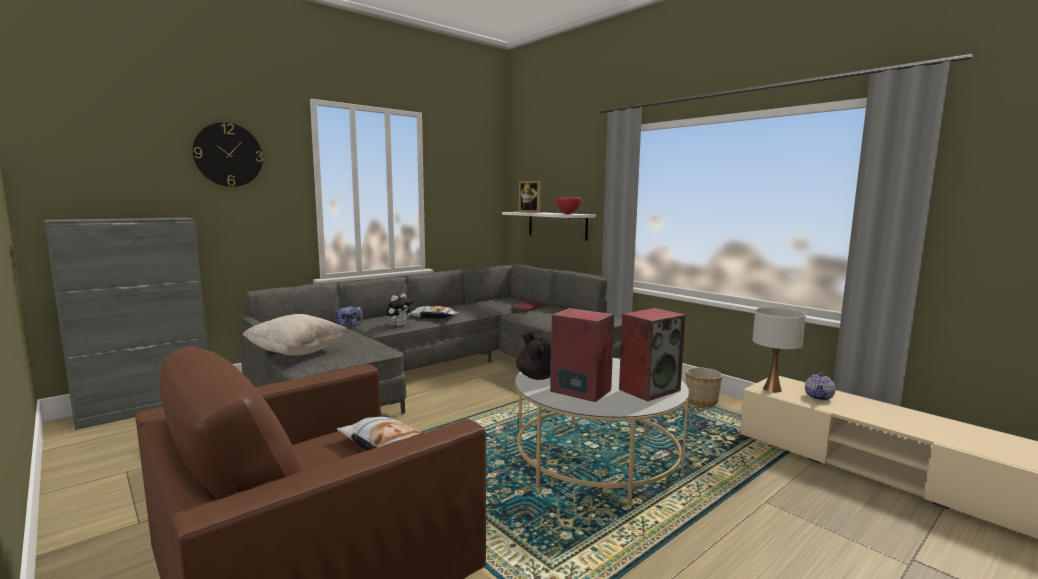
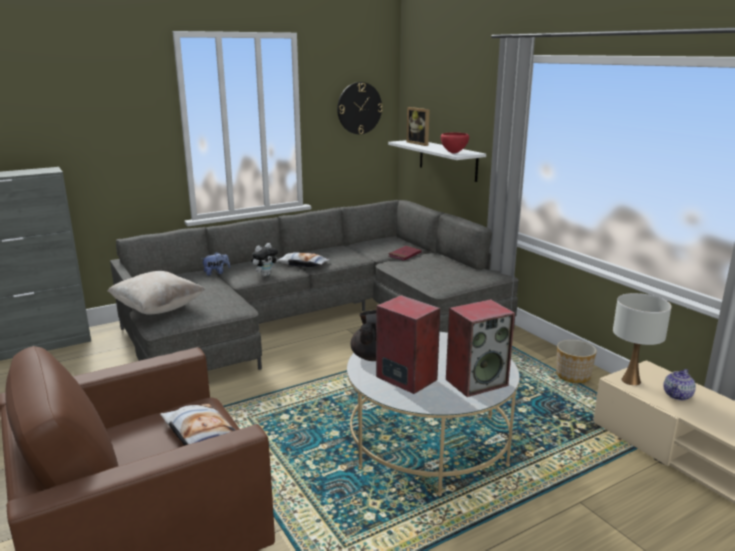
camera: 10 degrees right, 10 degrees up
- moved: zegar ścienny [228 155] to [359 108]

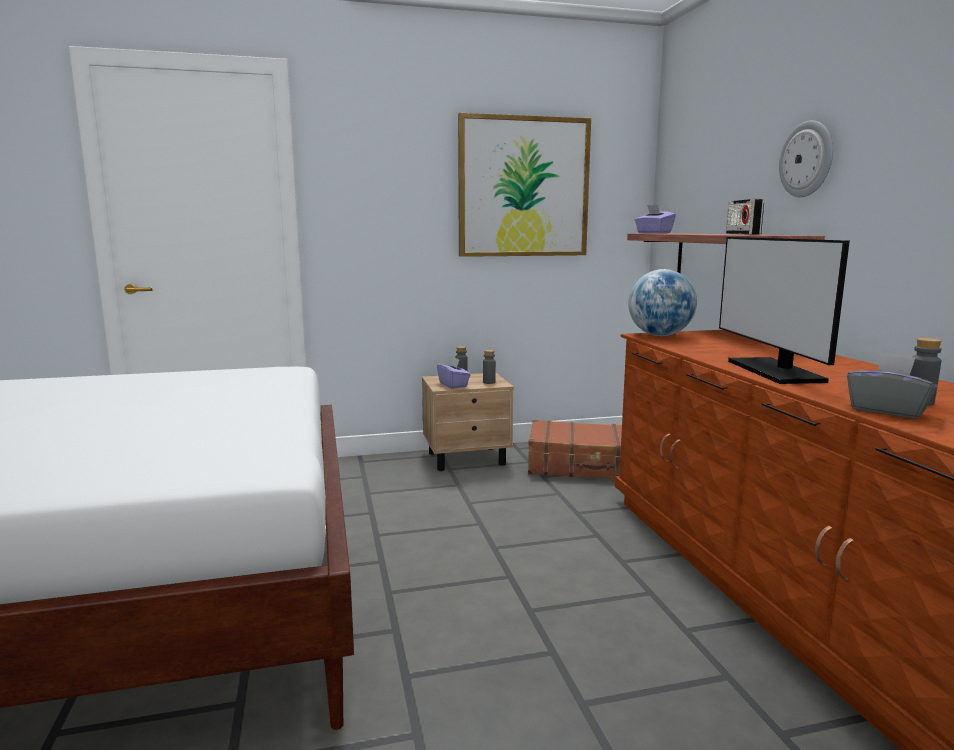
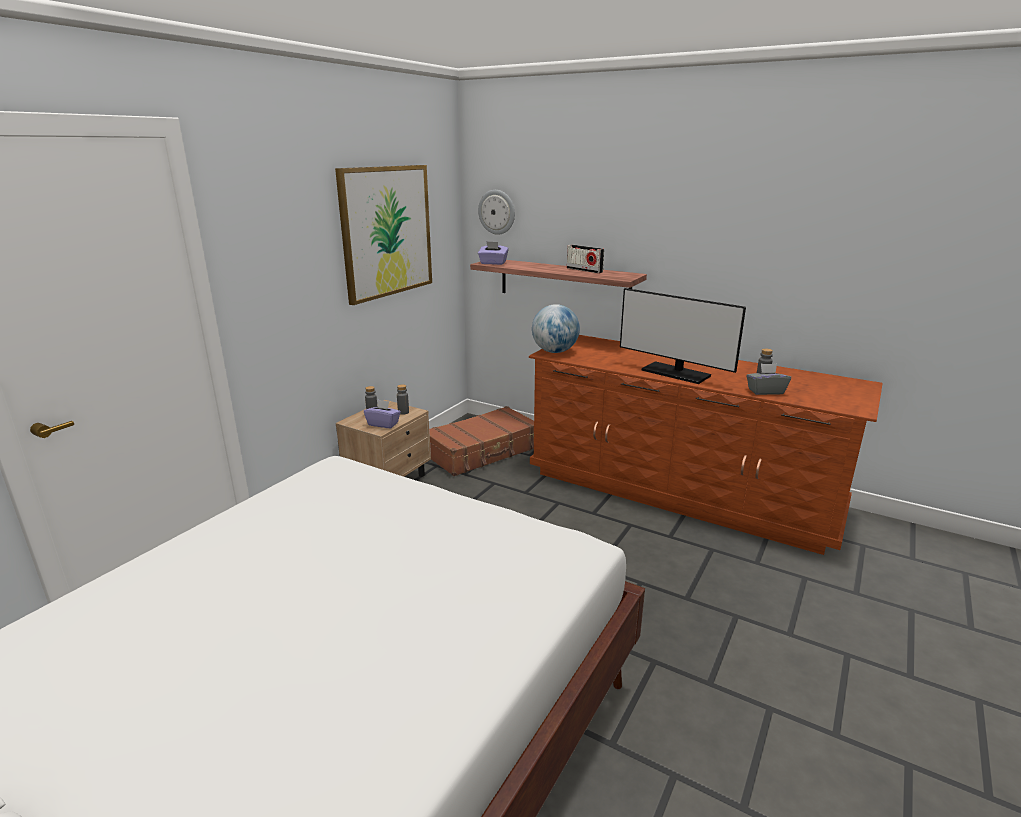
camera: 45 degrees left, 10 degrees up
- moved: zegar ścienny [807 159] to [497 212]

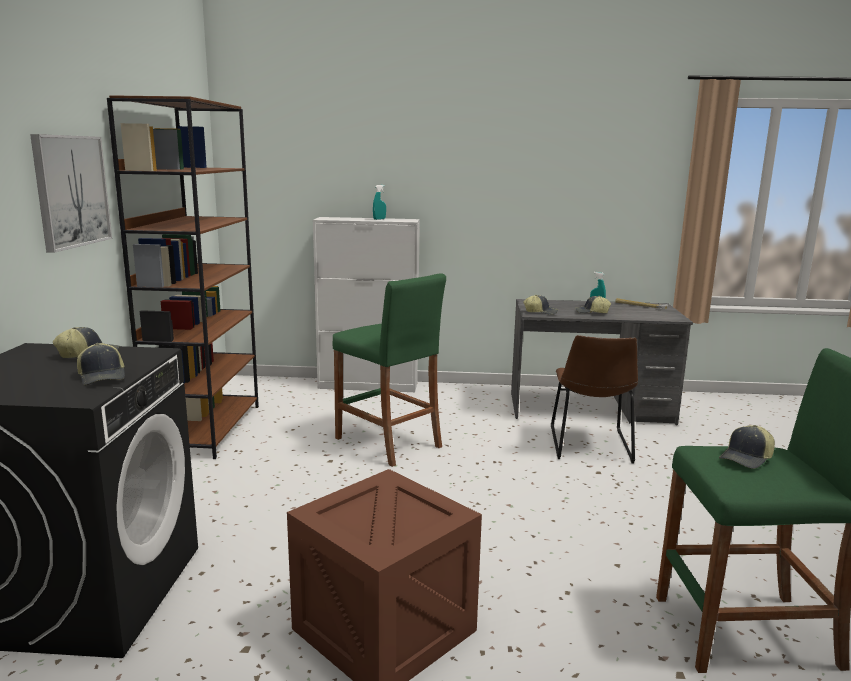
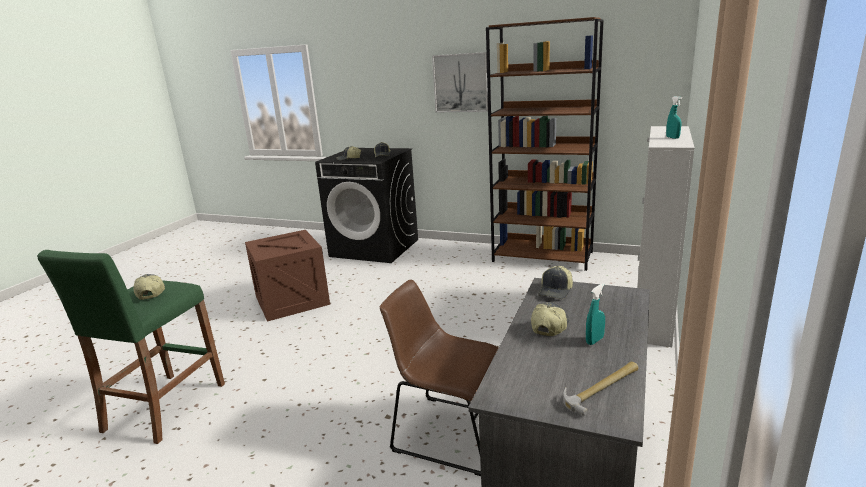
camera: 110 degrees right, 5 degrees up
- removed: stołek (zielony) [388 443]

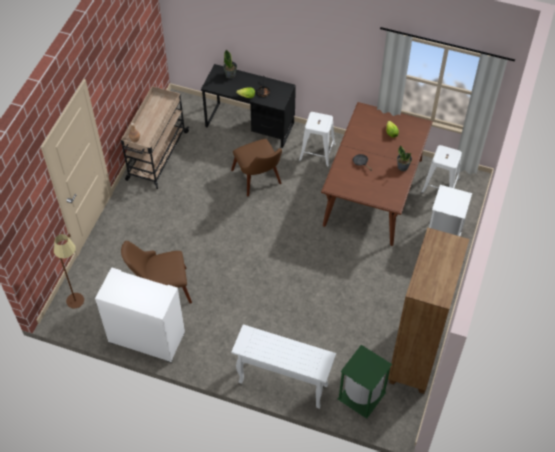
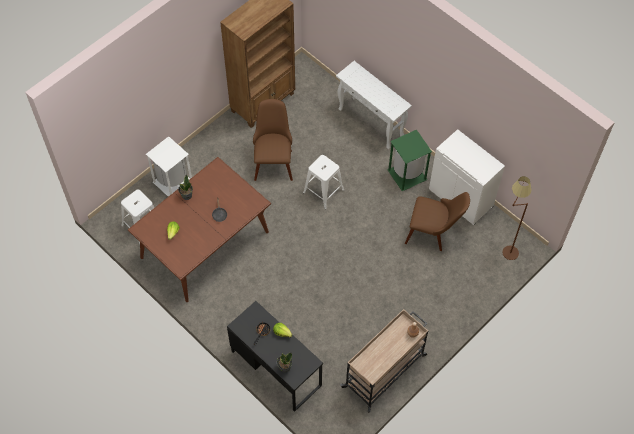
camera: 155 degrees left, 5 degrees up
- moved: krzesło (brązowy) [259 181] to [273 159]
- moved: stołek (biały) [317 152] to [323 191]
- moved: kosz na śmieci (zielony) [361 395] to [407 175]

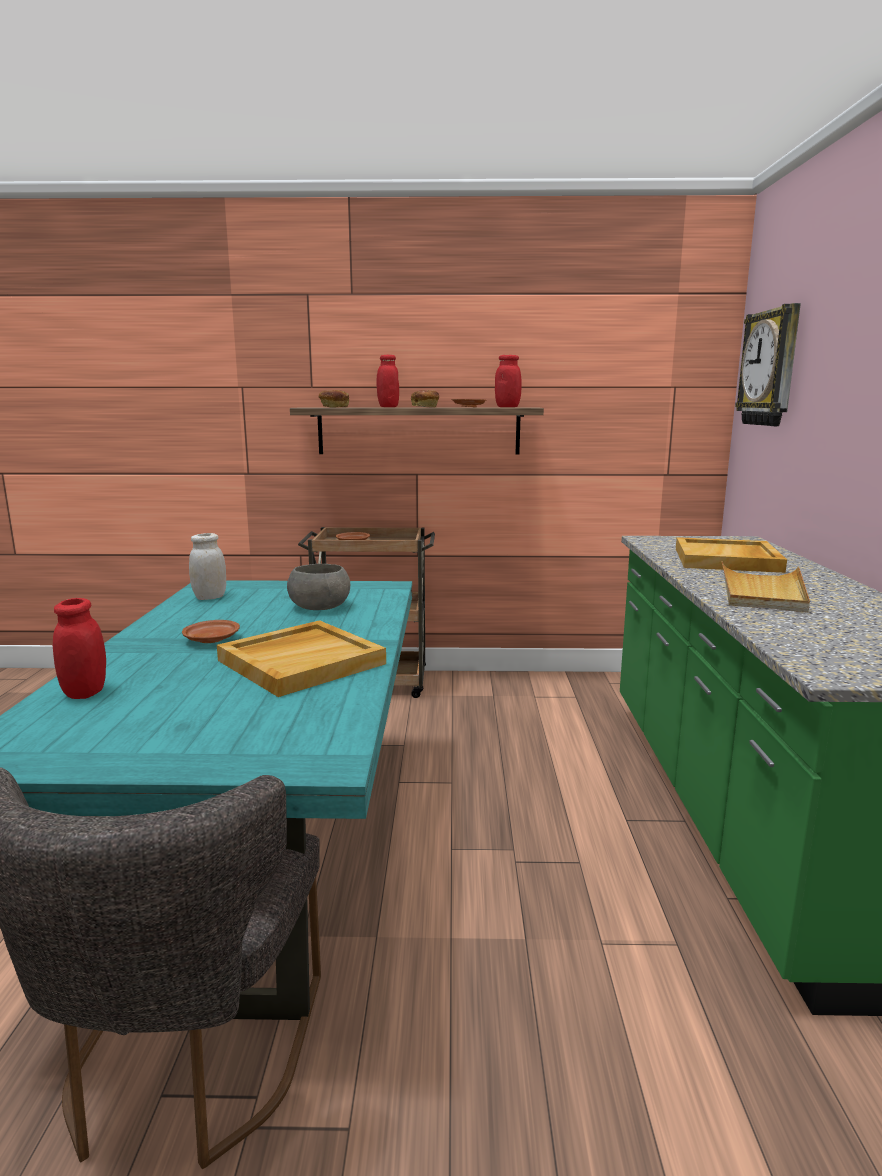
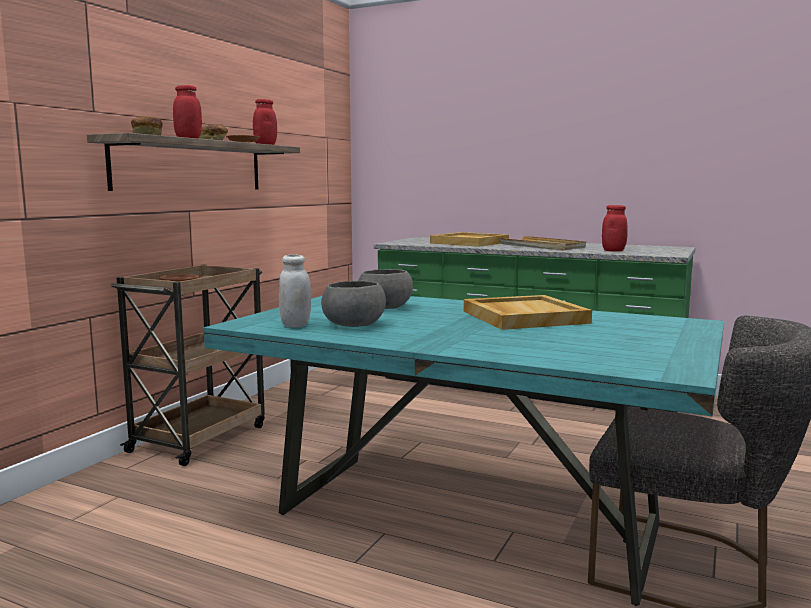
camera: 65 degrees left, 5 degrees down
- moved: słoik (czerwony) [85 692] to [613 251]
- removed: talerz (brązowy) [212 639]
- removed: zegar ścienny [771 368]
- added: miska (szary) [353 325]

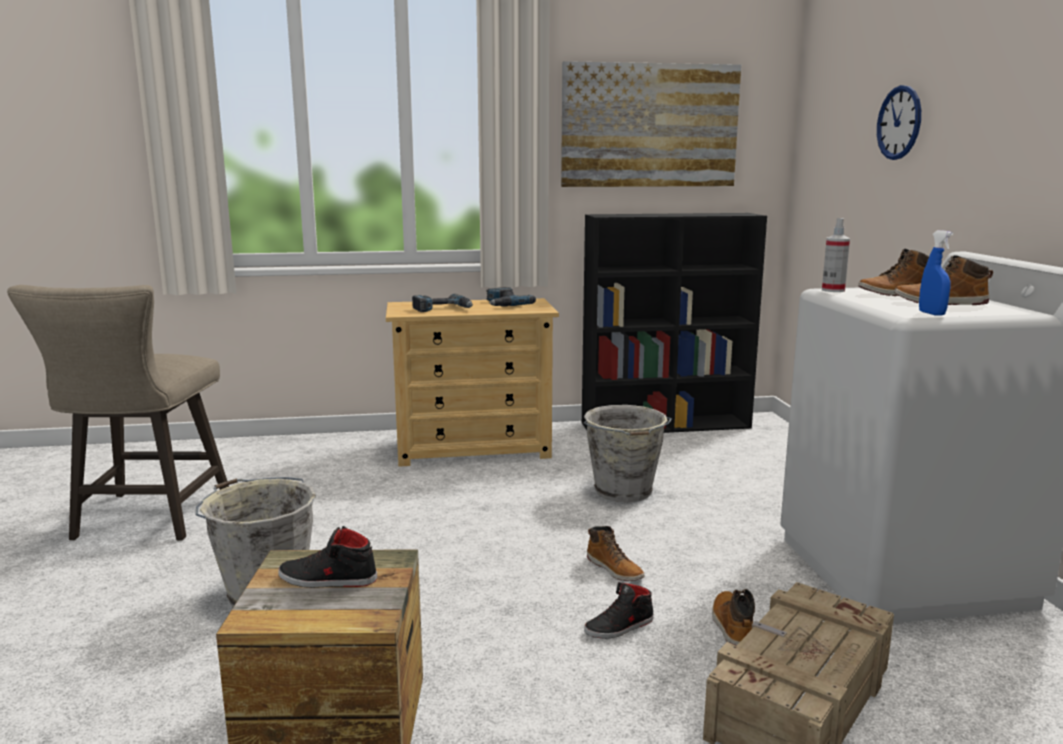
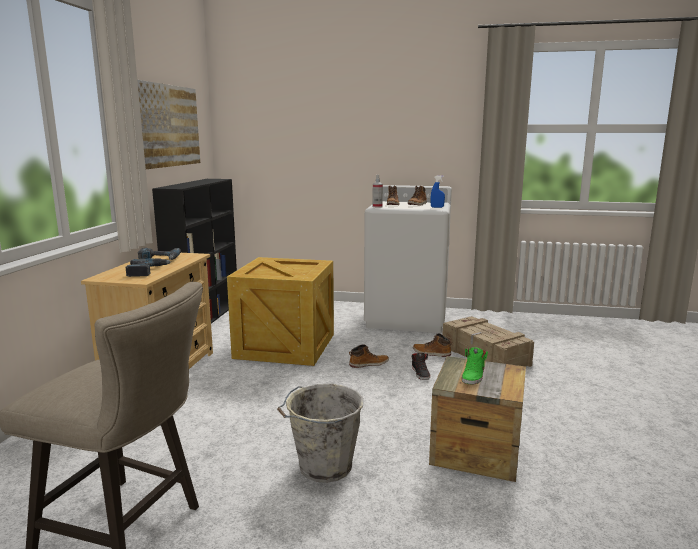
camera: 70 degrees left, 0 degrees up
- recoloured: but (czarny) [327 579] to but (zielony) [473 376]
- replaced: wiadro (szary) [623 492] to skrzynka [284 345]
- removed: zegar ścienny [899 123]

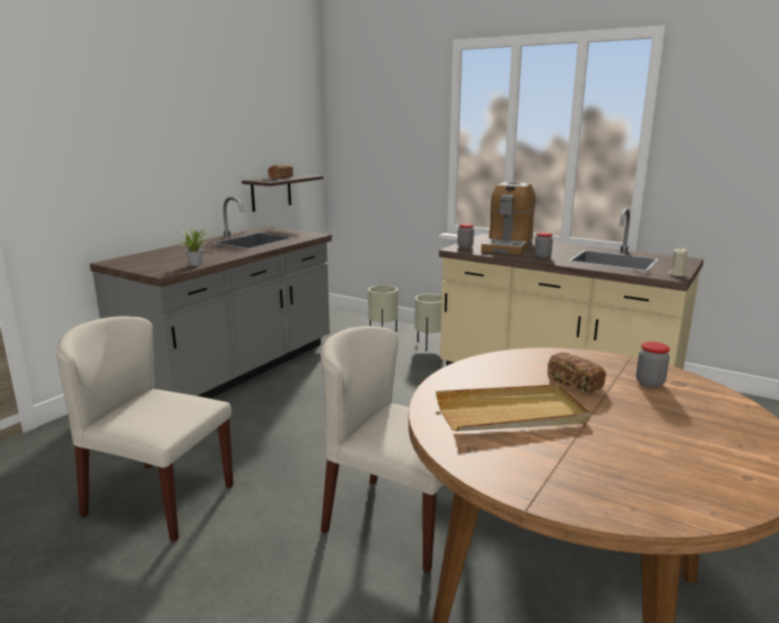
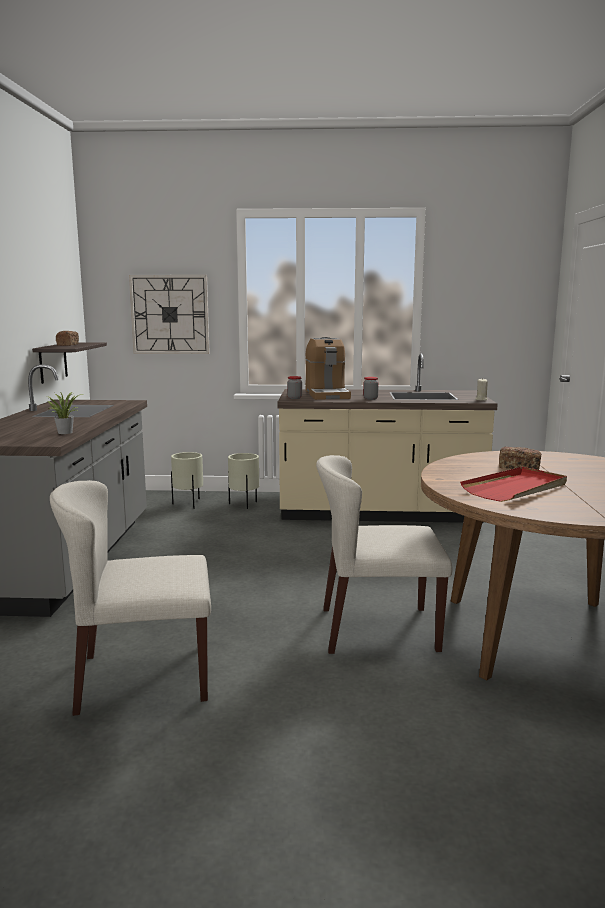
camera: 30 degrees left, 5 degrees down
- recoloured: taca (beżowy) [511 413] to taca (czerwony) [516 488]
- removed: słoik [649 383]
- added: zegar ścienny [170 314]

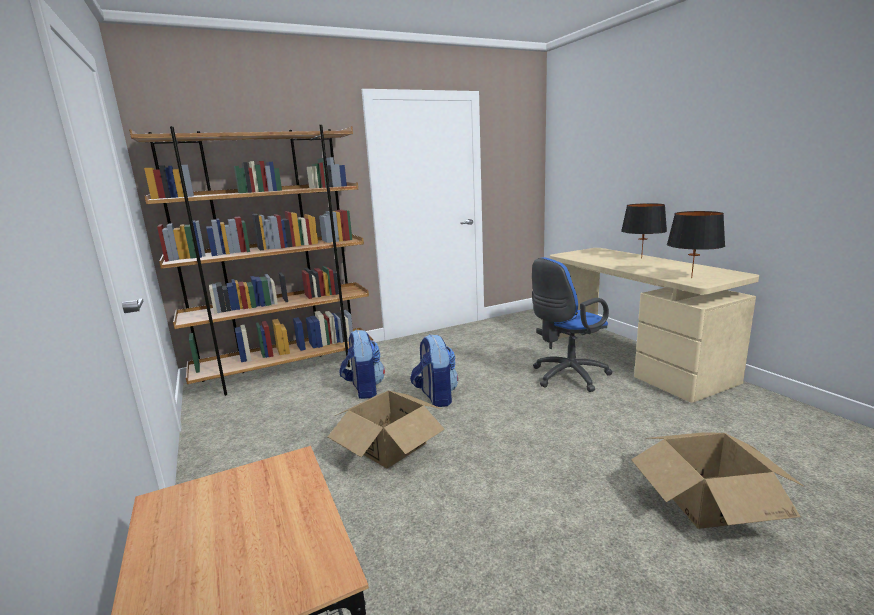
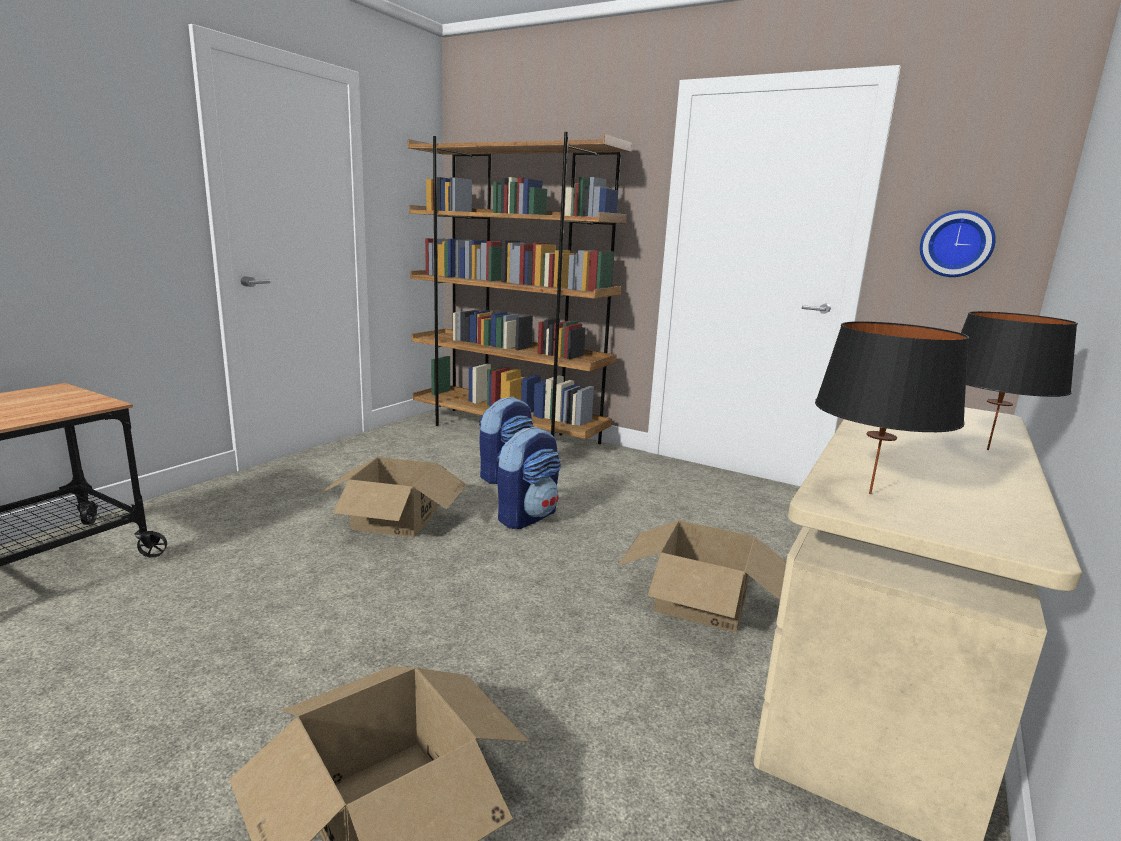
camera: 55 degrees right, 0 degrees up
- replaced: krzesło biurowe (niebieski) [566 377] to karton [701 600]
- added: zegar ścienny [956 244]

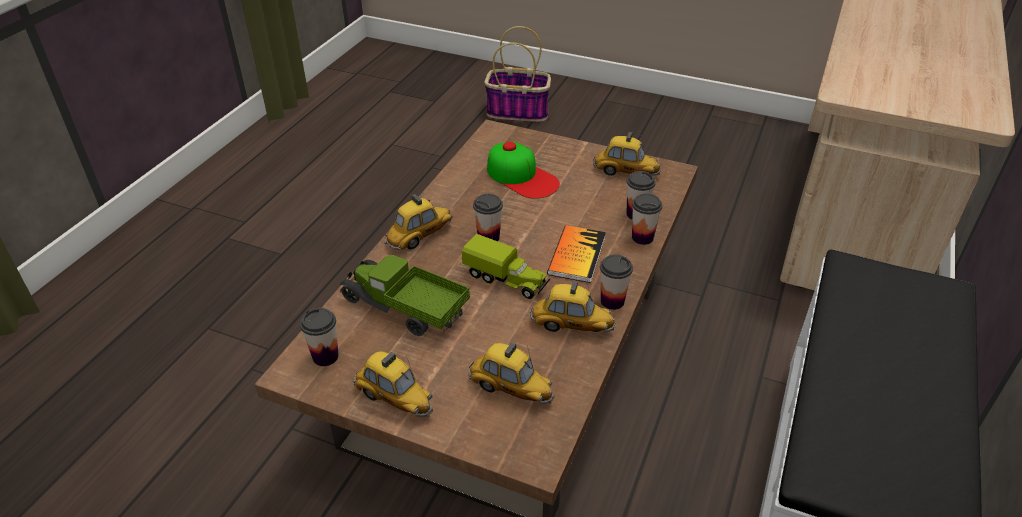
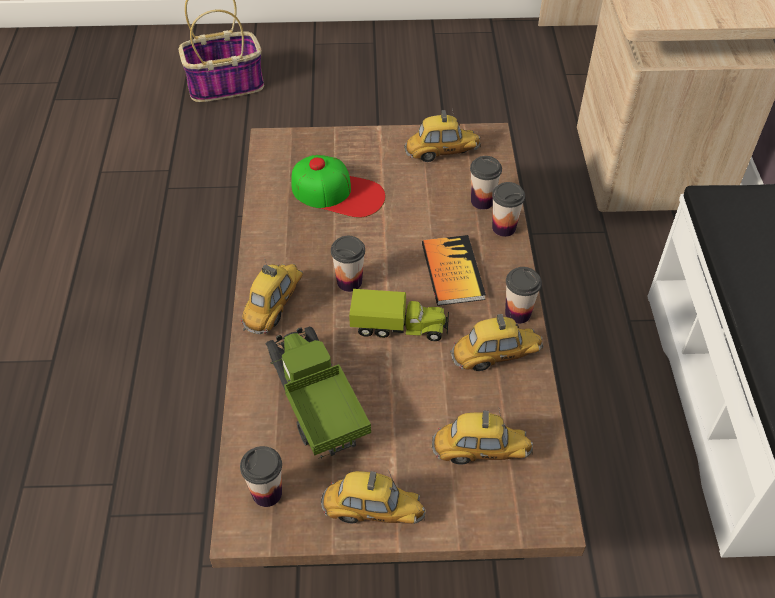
camera: 25 degrees left, 10 degrees up
- turned: ciężarówka zabawkowa [404 309] = [315 402] 60 degrees clockwise

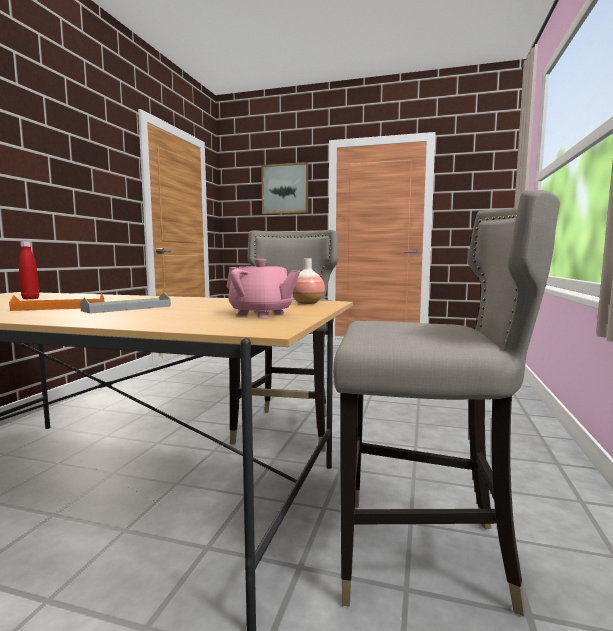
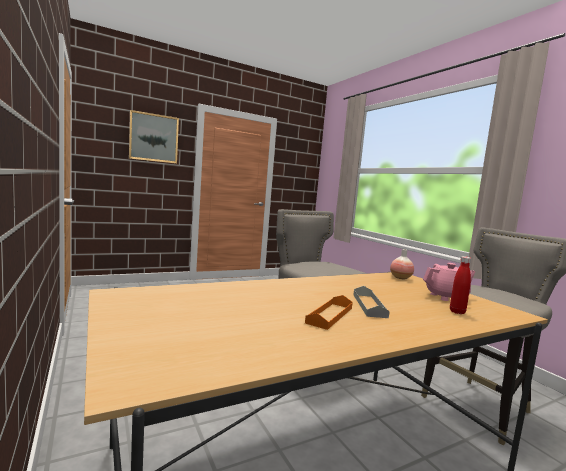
camera: 45 degrees left, 0 degrees up
- moved: butelka (czerwony) [30 298] to [457 312]

